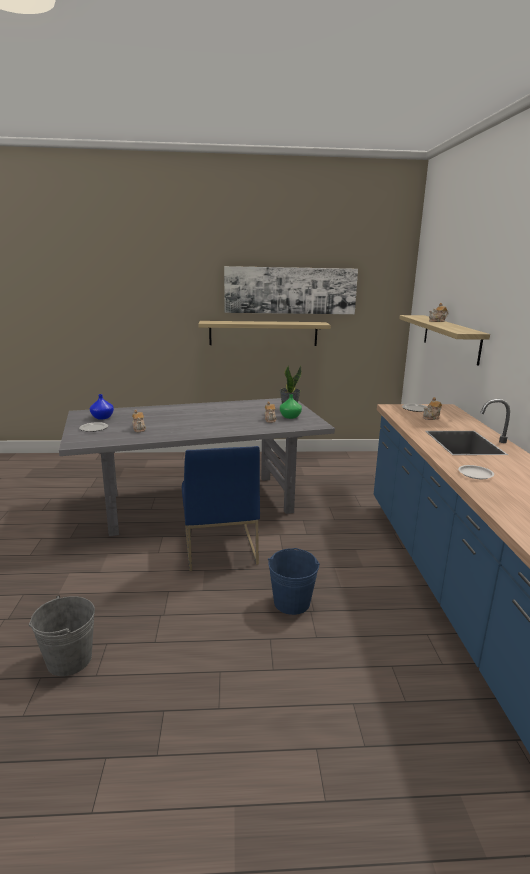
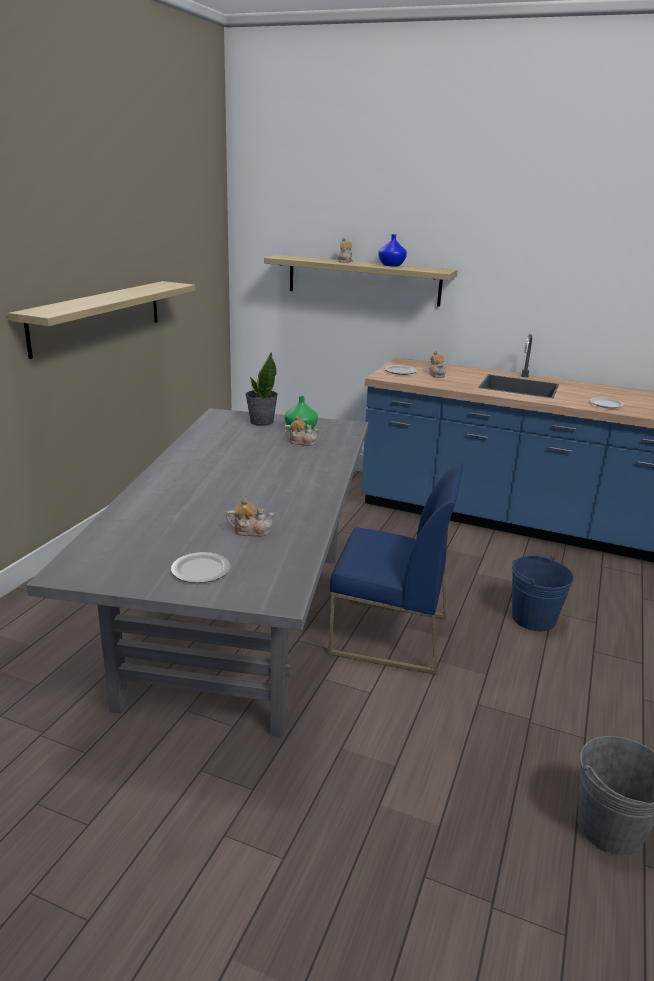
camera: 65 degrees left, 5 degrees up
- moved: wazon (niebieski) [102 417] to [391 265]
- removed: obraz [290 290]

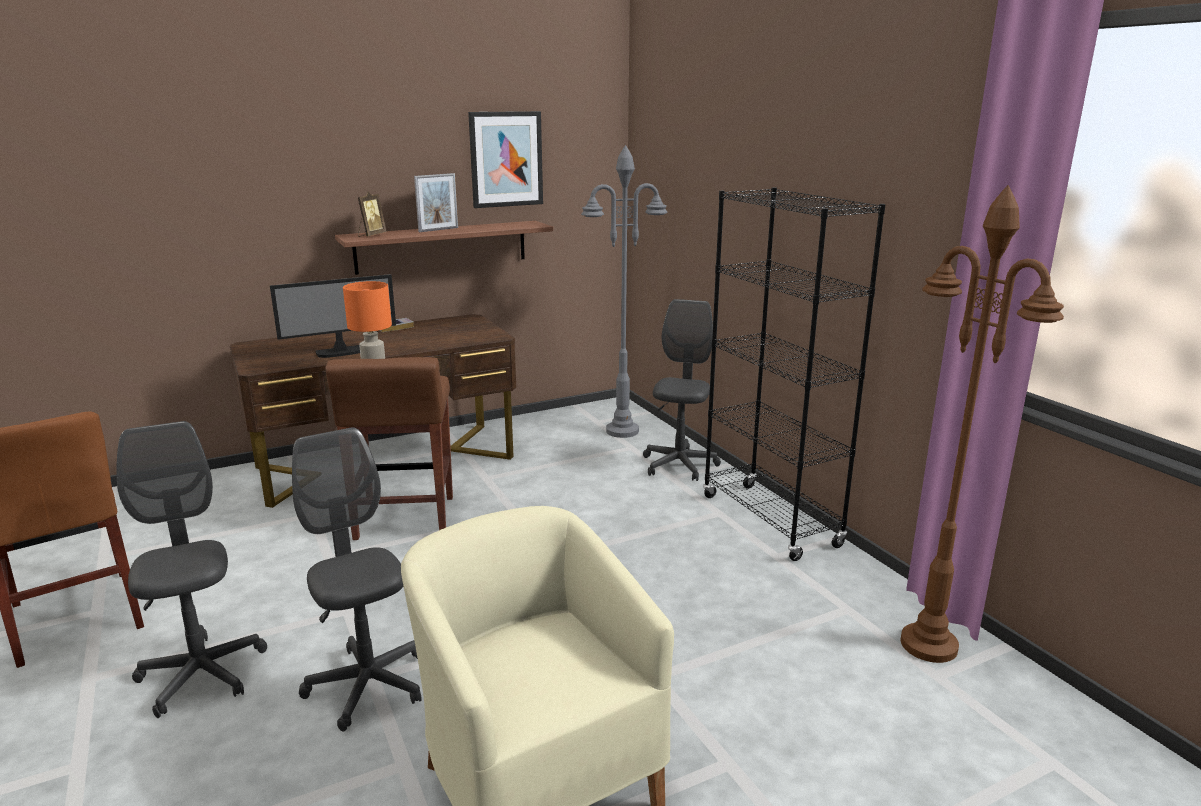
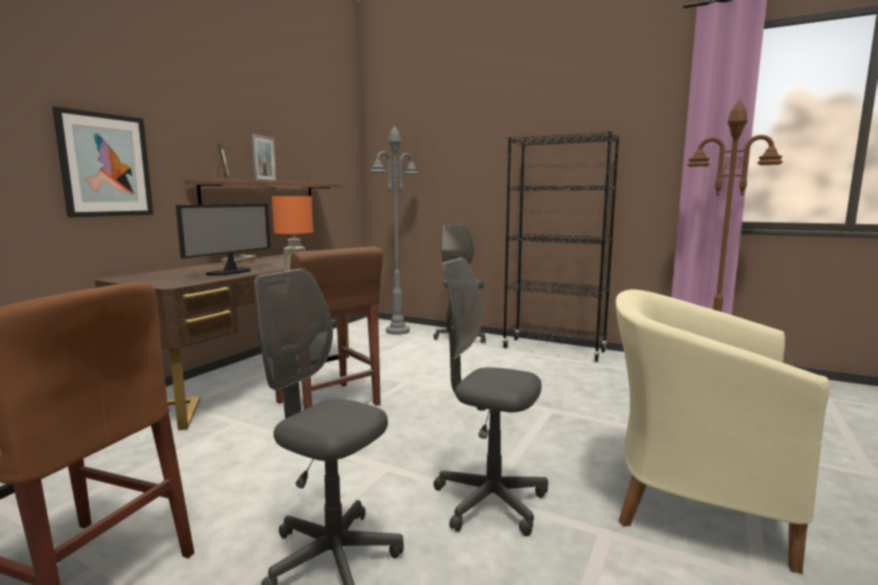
camera: 35 degrees left, 10 degrees down
- moved: obraz [506 159] to [105 165]

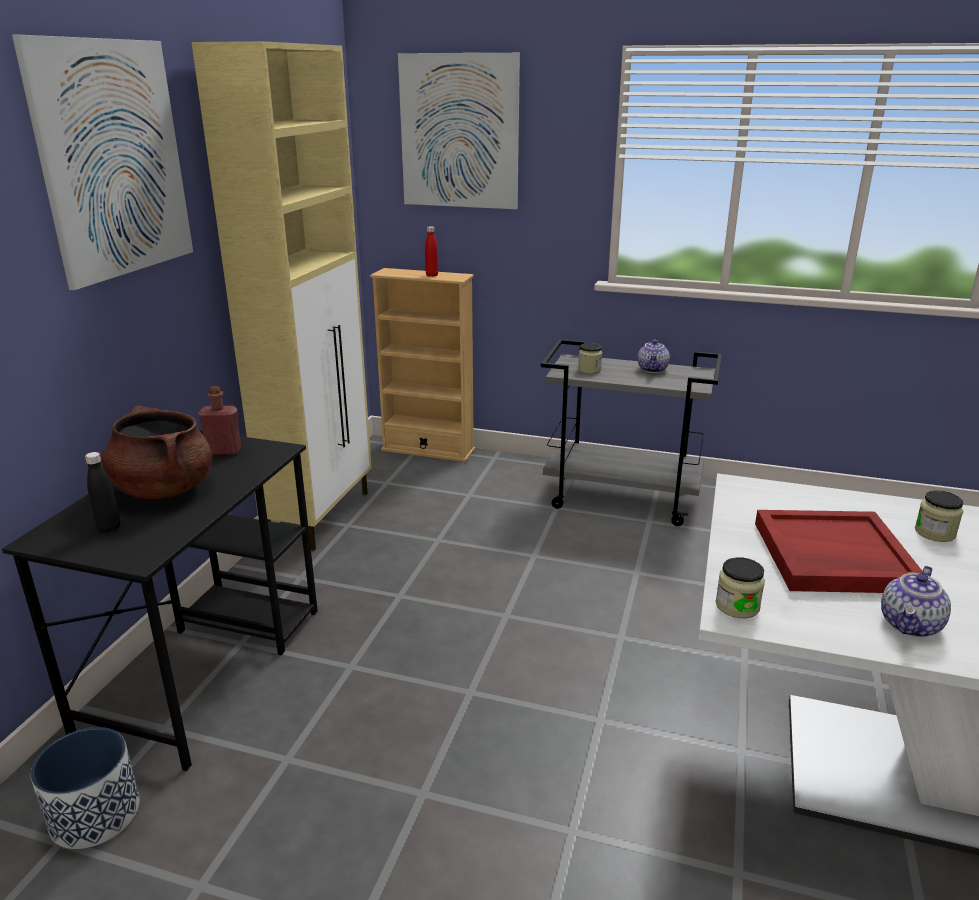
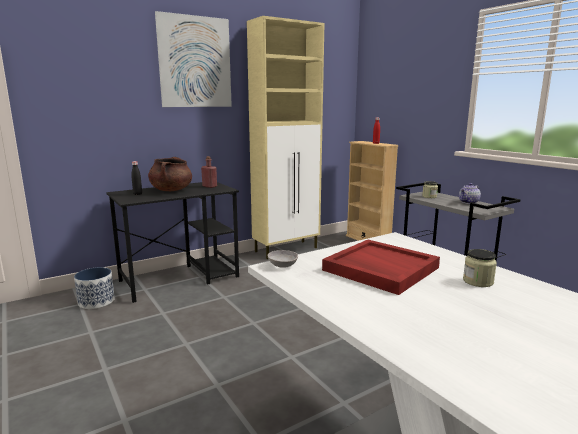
camera: 40 degrees right, 10 degrees down
- removed: obraz [459 132]
- replaced: słoik [737 606] to miska (szary) [282 265]
- removed: imbryk [911 625]

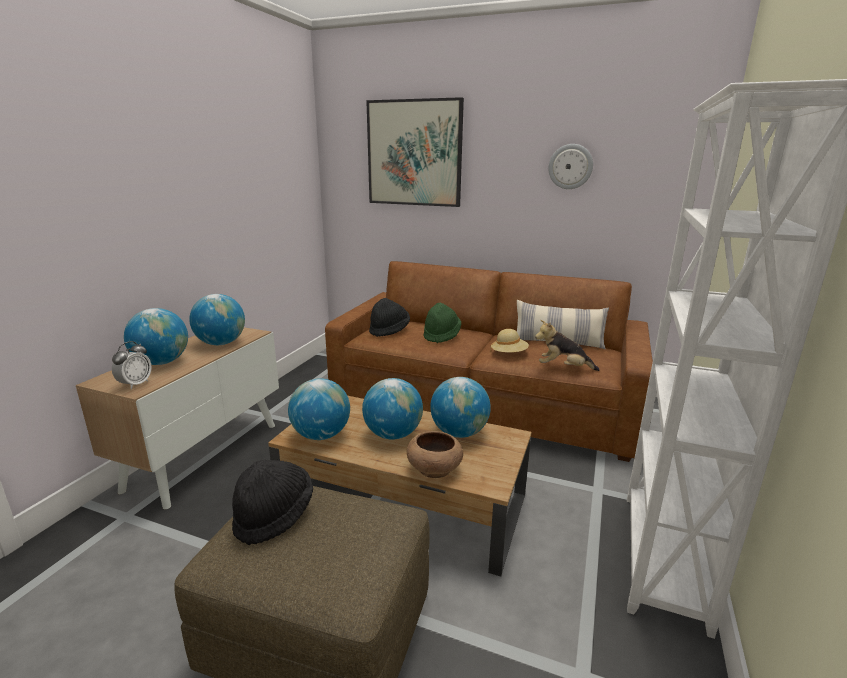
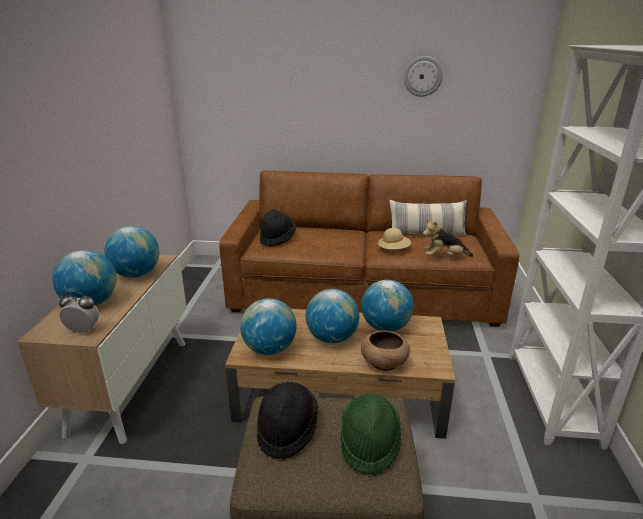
camera: 15 degrees left, 5 degrees up
- turned: budzik [135 384] = [83 330] 90 degrees counterclockwise
- removed: obraz [414 153]
- moved: kapelusz (zielony) [441 335] to [369 443]

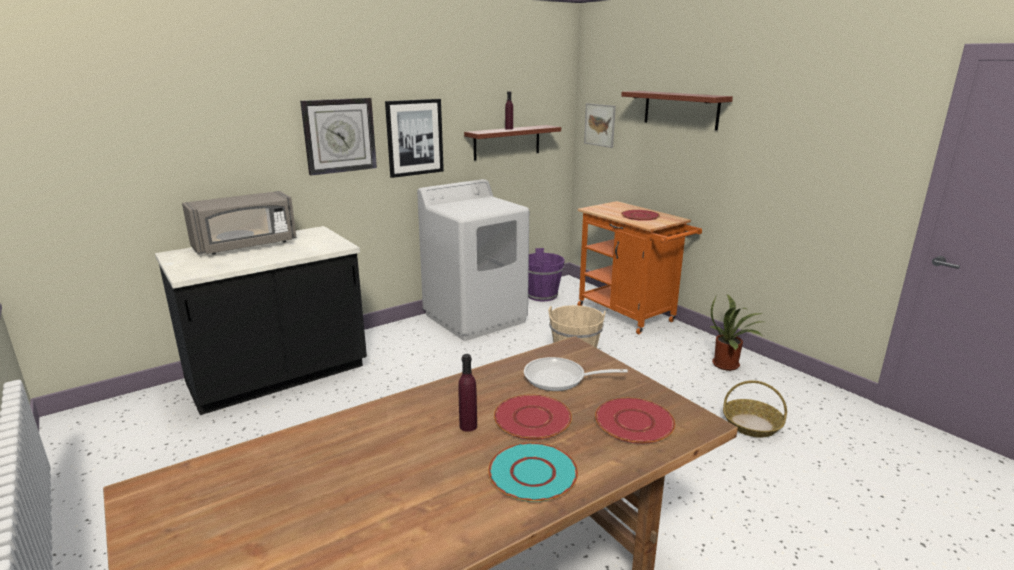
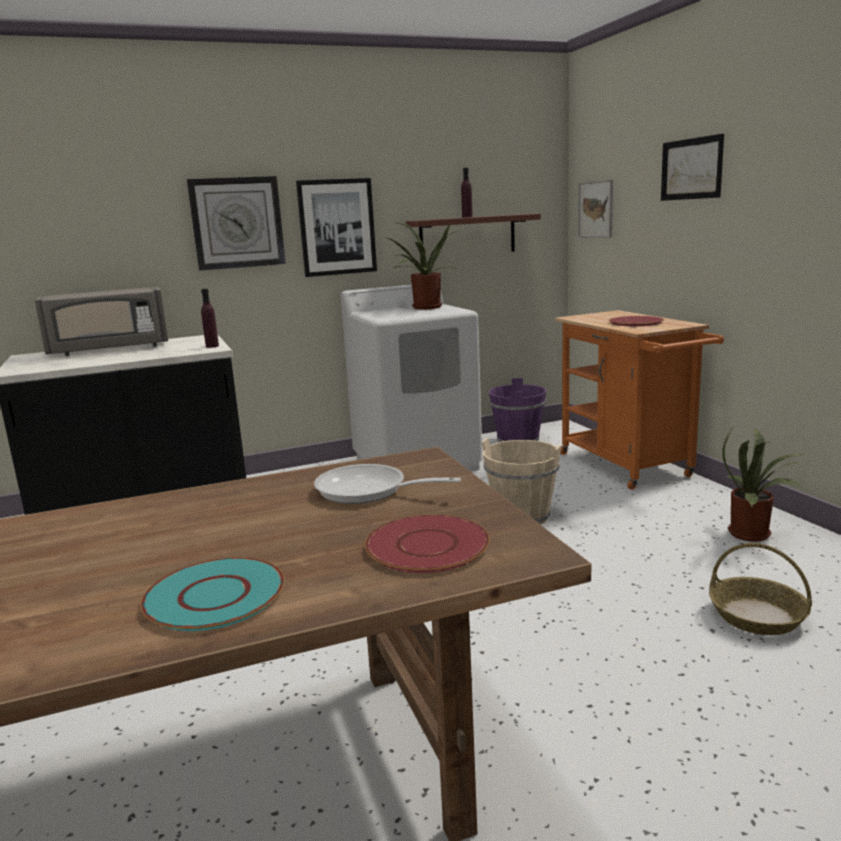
camera: 15 degrees right, 5 degrees down
- moved: butelka (fioletowy) [468 426] to [212 346]
- removed: talerz (czerwony) [532 418]
- replaced: półka [681 109] to obraz [691 169]
- added: roślina doniczkowa [425 308]

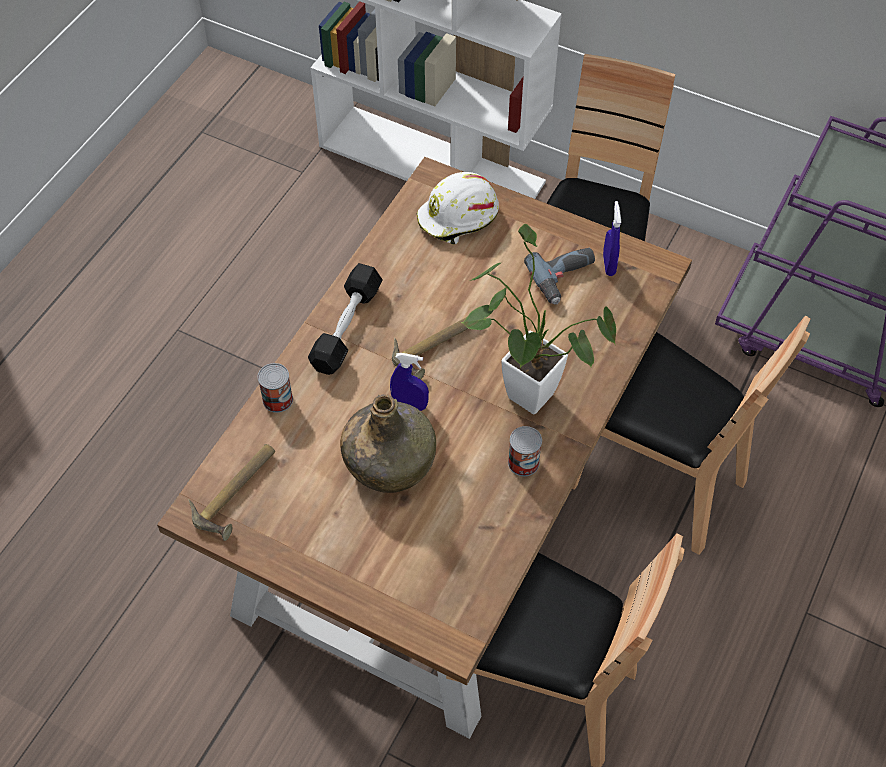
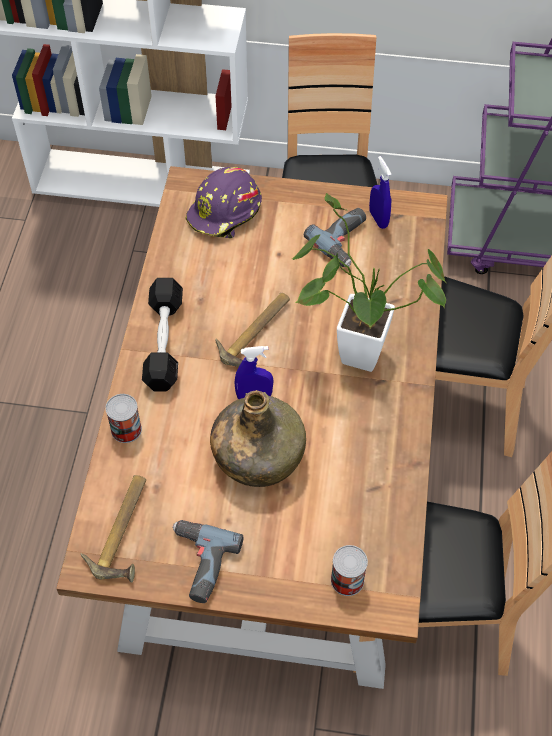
camera: 20 degrees left, 0 degrees up
- recoloured: kask (biały) [458 218] to kask (fioletowy) [225 213]
- moved: puszka [523 462] to [347 580]
- added: wiertarka [198 564]

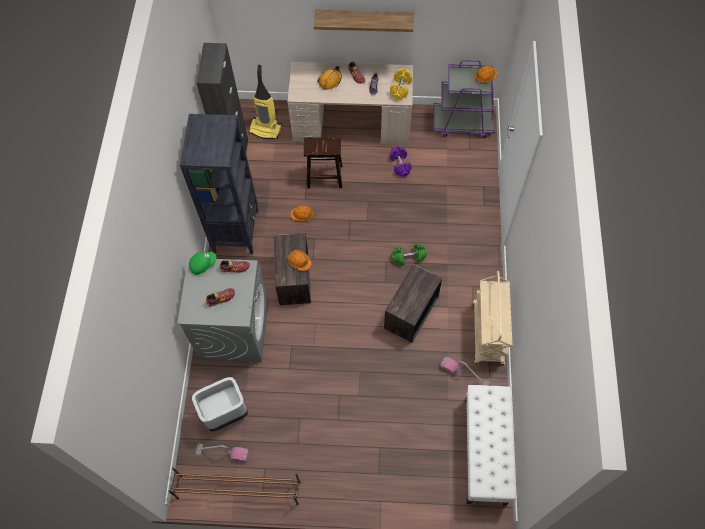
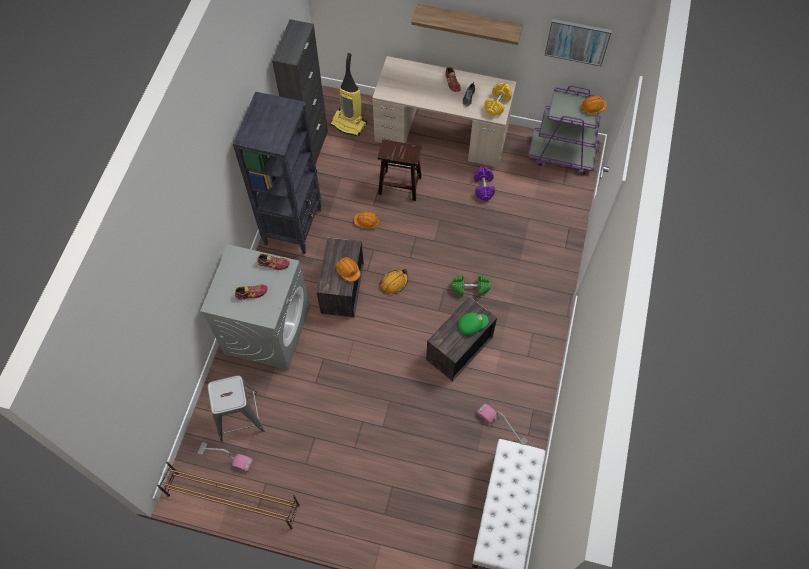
camera: 10 degrees right, 0 degrees up
- moved: czapka z daszkiem (zielony) [203 264] to [472 325]
- replaced: kosz na śmieci (szary) [226 413] to stołek (szary) [238 416]
- moved: kask (pomarańczowy) [330 80] to [394 283]
- removed: wózek (beżowy) [488 333]
- added: obraz [577 41]

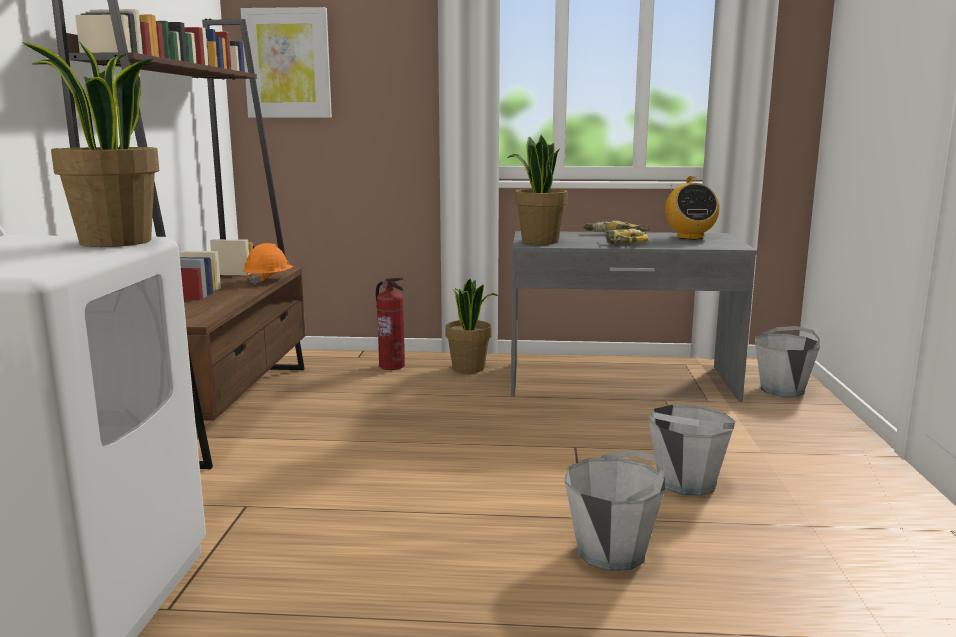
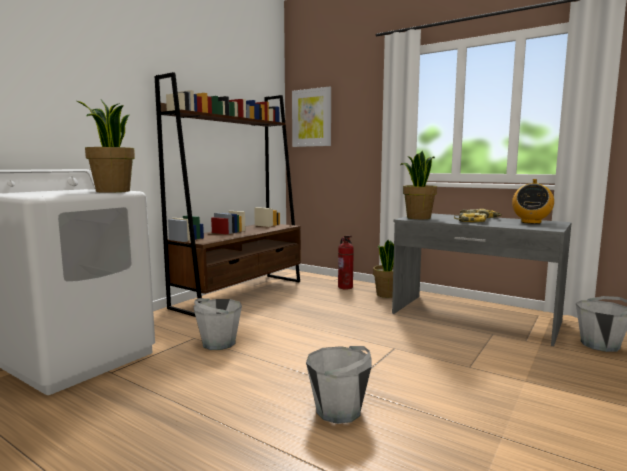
camera: 30 degrees right, 5 degrees down
- removed: kask (pomarańczowy) [268 280]
- moved: wiadro (szary) [686 482] to [218 343]

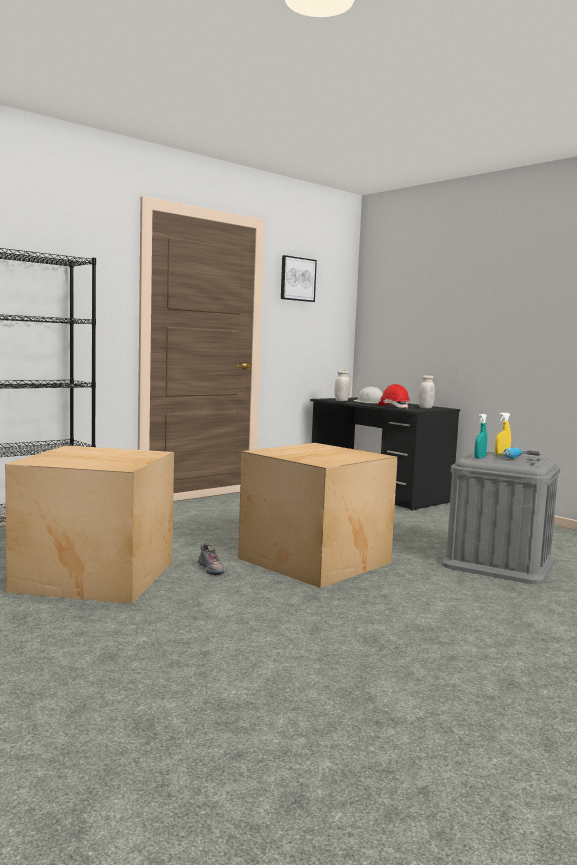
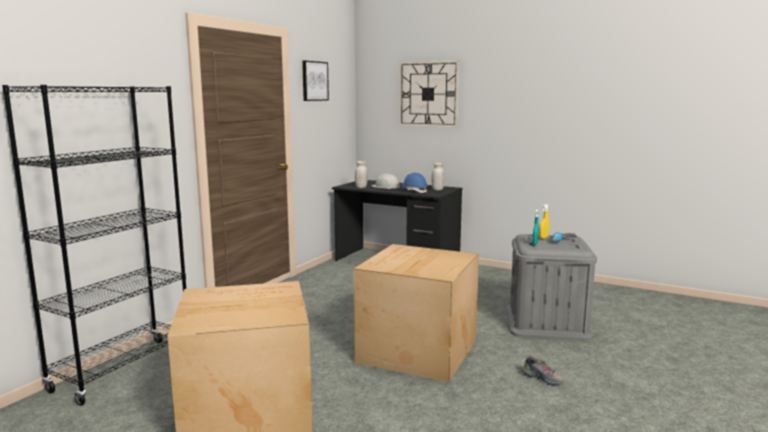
camera: 20 degrees left, 5 degrees up
- moved: but [212 569] to [543 378]
- recoloured: kask (czerwony) [393 407] to kask (niebieski) [413 192]
- added: zegar ścienny [428 94]

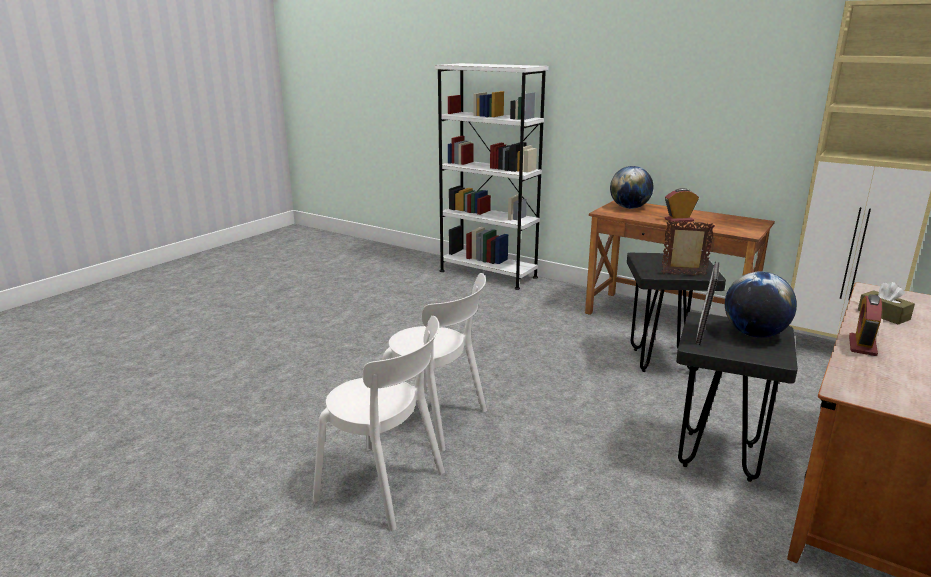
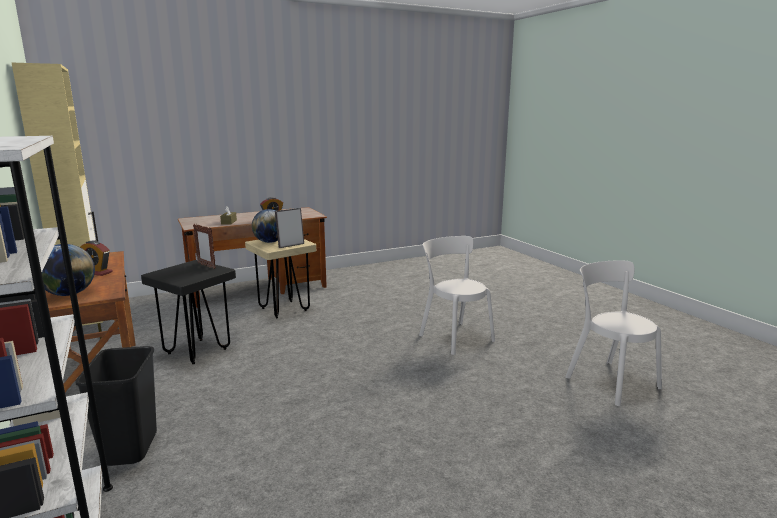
camera: 150 degrees left, 5 degrees down
- moved: krzesło (biały) [436 420] to [609 380]
- recoloured: stołek (czarny) [718 455] to stołek (beżowy) [284 309]
- added: kosz na śmieci (czarny) [130 448]

